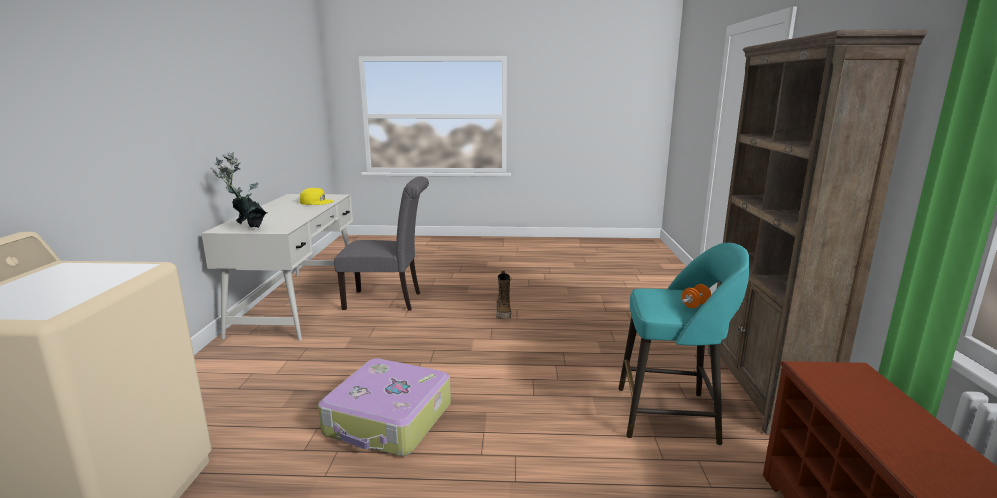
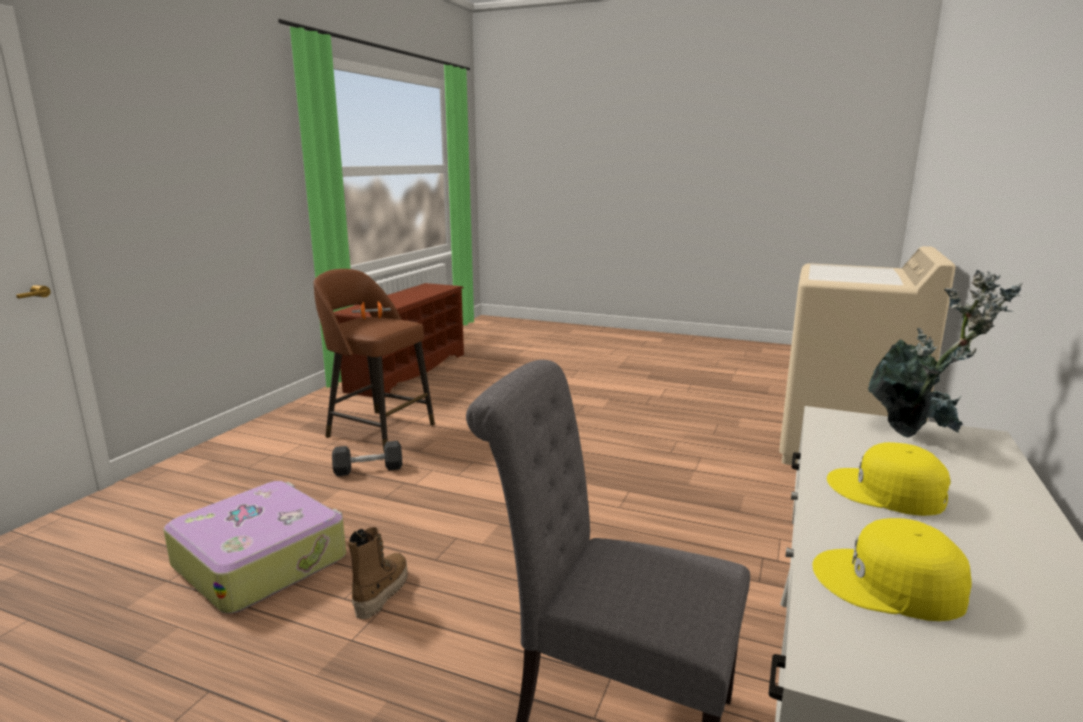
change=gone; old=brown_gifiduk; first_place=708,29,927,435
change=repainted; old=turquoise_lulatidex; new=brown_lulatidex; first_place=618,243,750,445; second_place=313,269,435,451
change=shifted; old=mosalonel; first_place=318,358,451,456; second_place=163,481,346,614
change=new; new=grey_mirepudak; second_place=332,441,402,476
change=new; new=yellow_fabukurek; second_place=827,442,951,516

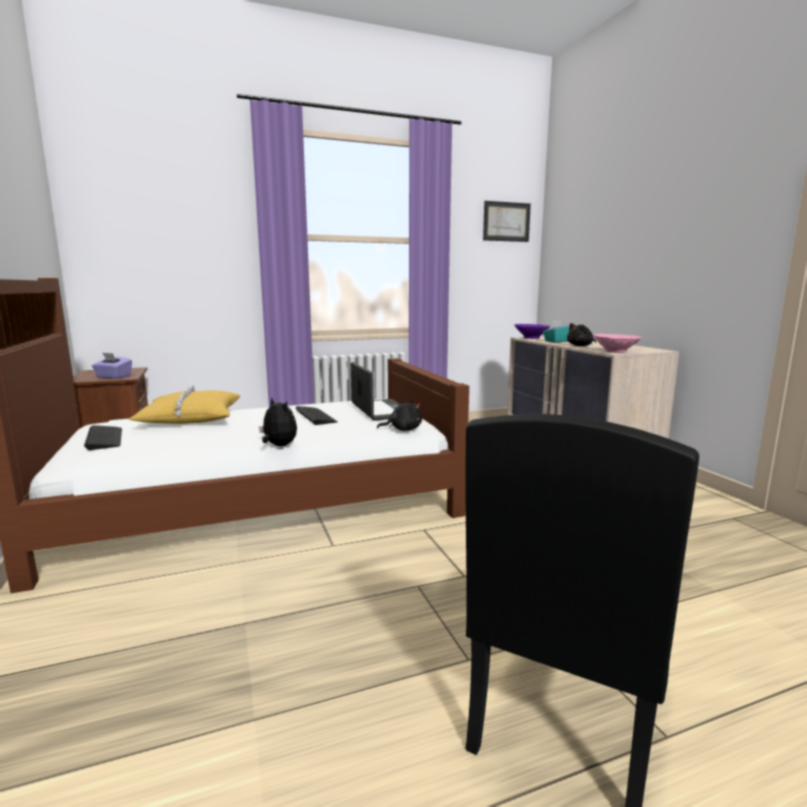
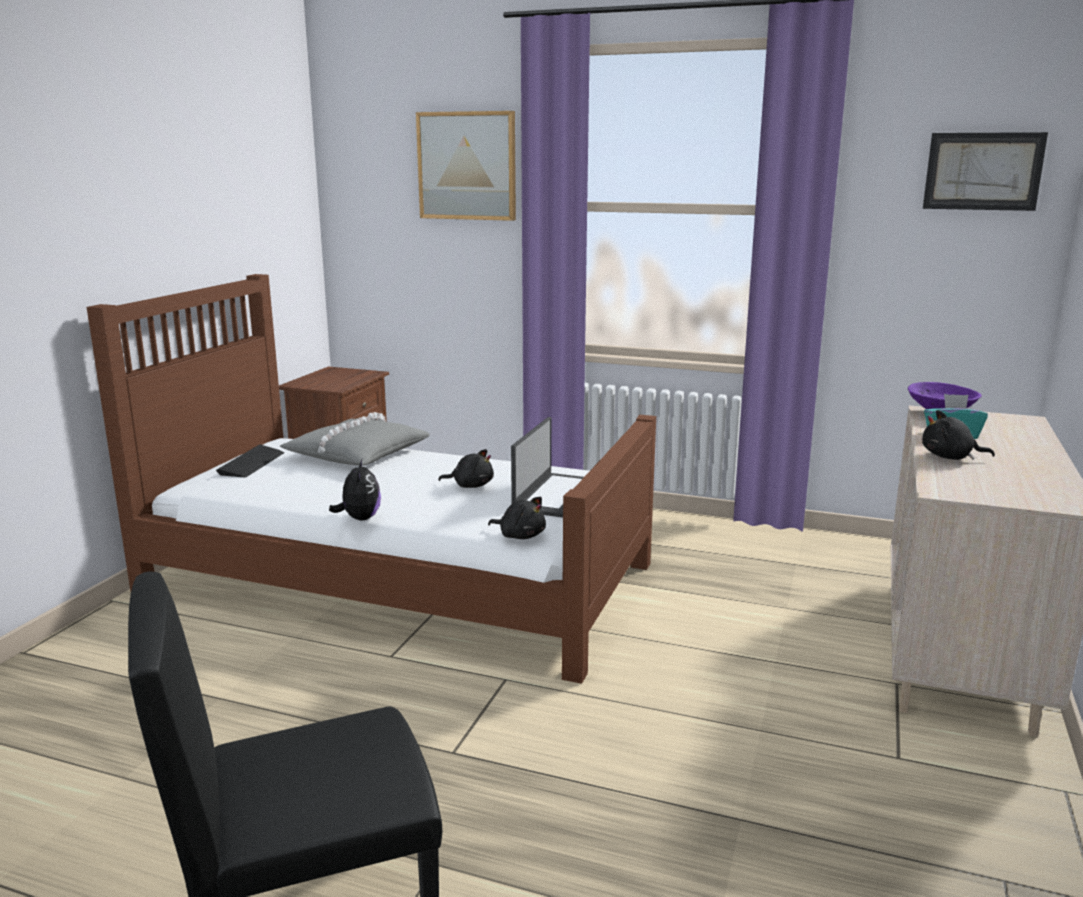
change=gone; old=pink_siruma; first_place=593,334,642,353
change=gone; old=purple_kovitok; first_place=92,352,132,379
change=repainted; old=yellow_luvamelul; new=grey_luvamelul; first_place=129,385,240,424; second_place=280,412,430,465
change=swapped; old=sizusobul; new=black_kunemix; first_place=295,406,338,425; second_place=438,449,494,488
change=new; new=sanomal; second_place=416,111,516,221

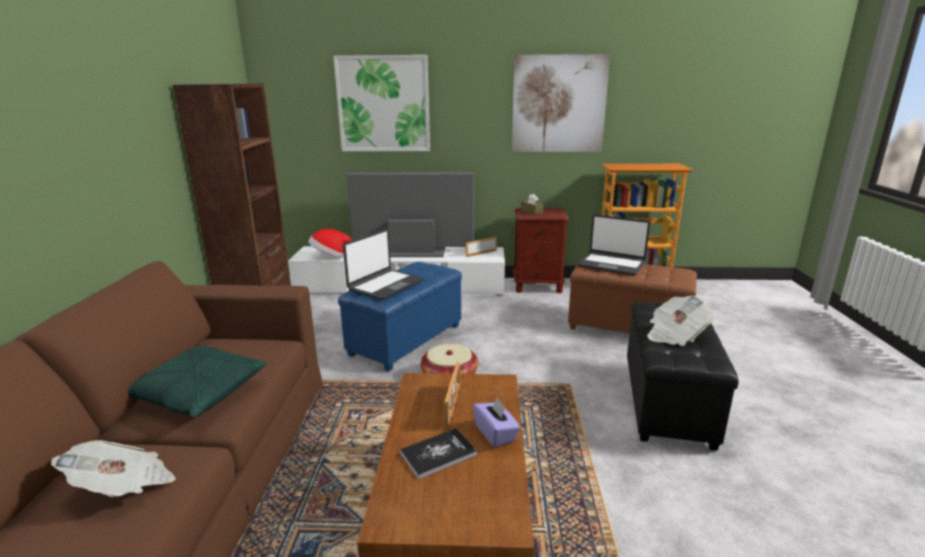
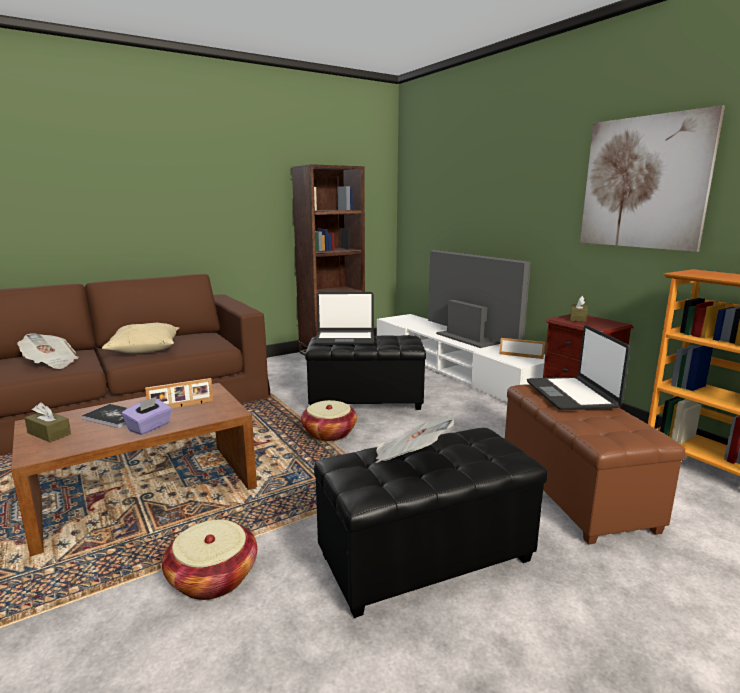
change=gone; old=sanomal; first_place=333,55,430,151
change=gone; old=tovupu; first_place=308,229,352,258
change=repainted; old=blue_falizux; new=black_falizux; first_place=338,262,462,371; second_place=305,335,426,410
change=repainted; old=green_luvamelul; new=beige_luvamelul; first_place=128,346,267,418; second_place=102,323,179,353
change=new; new=brown_kovitok; second_place=25,402,71,442
change=new; new=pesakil; second_place=162,520,257,600

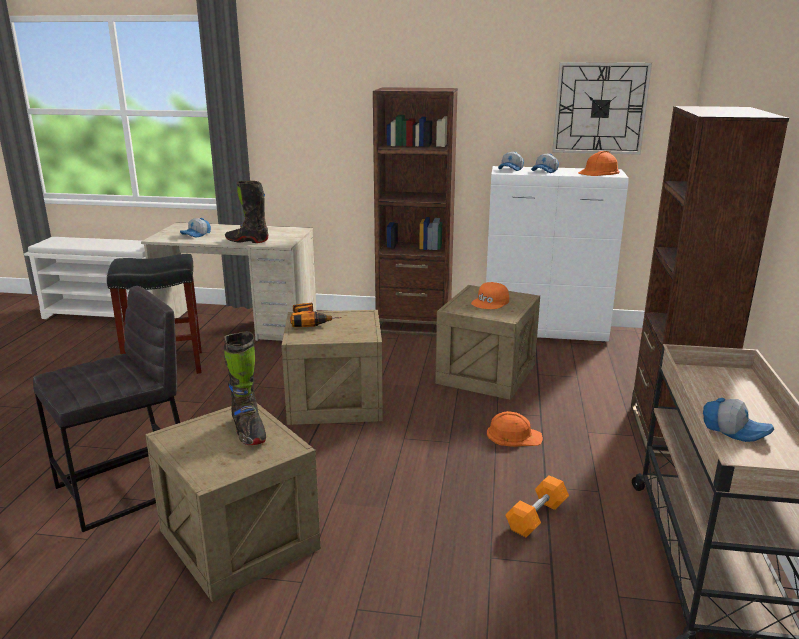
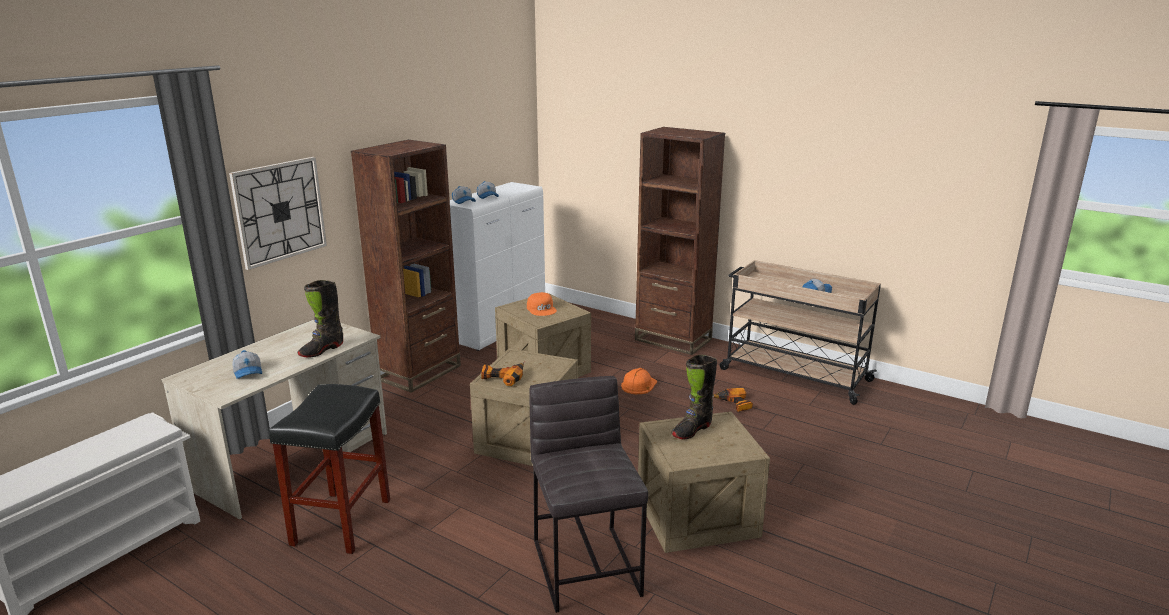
change=shifted; old=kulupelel; first_place=552,62,652,155; second_place=229,157,327,270
change=gone; old=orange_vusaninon; first_place=578,151,620,176
change=rotated; old=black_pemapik; first_place=224,331,266,445; second_place=672,354,717,439; degrees=135
change=swapped; old=orange_mirepudak; new=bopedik; first_place=506,475,569,537; second_place=713,388,753,412

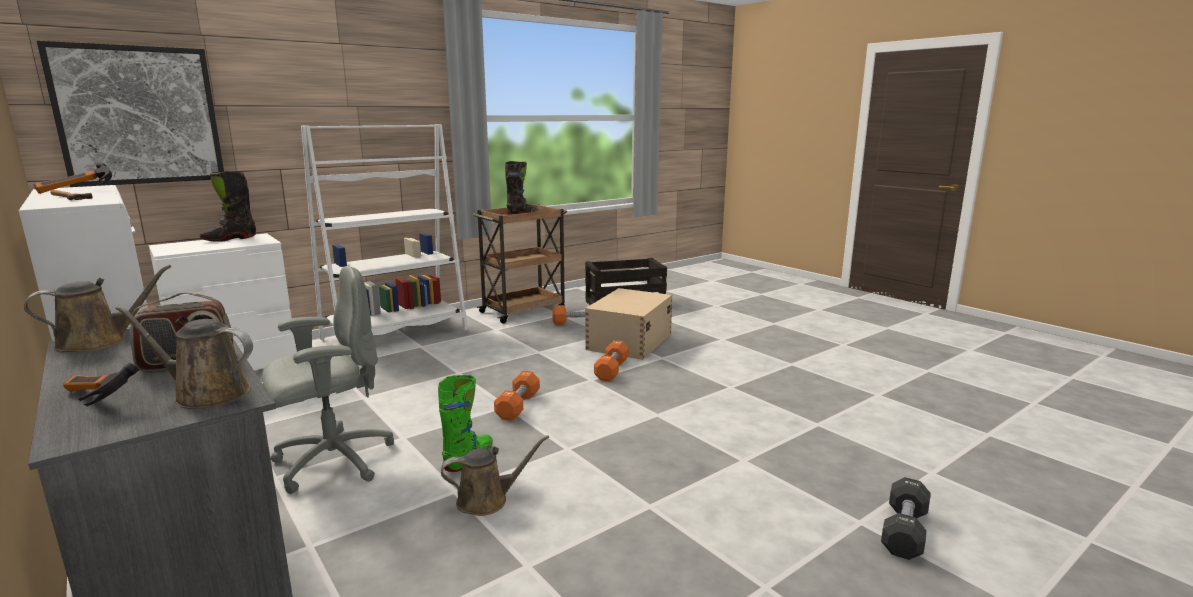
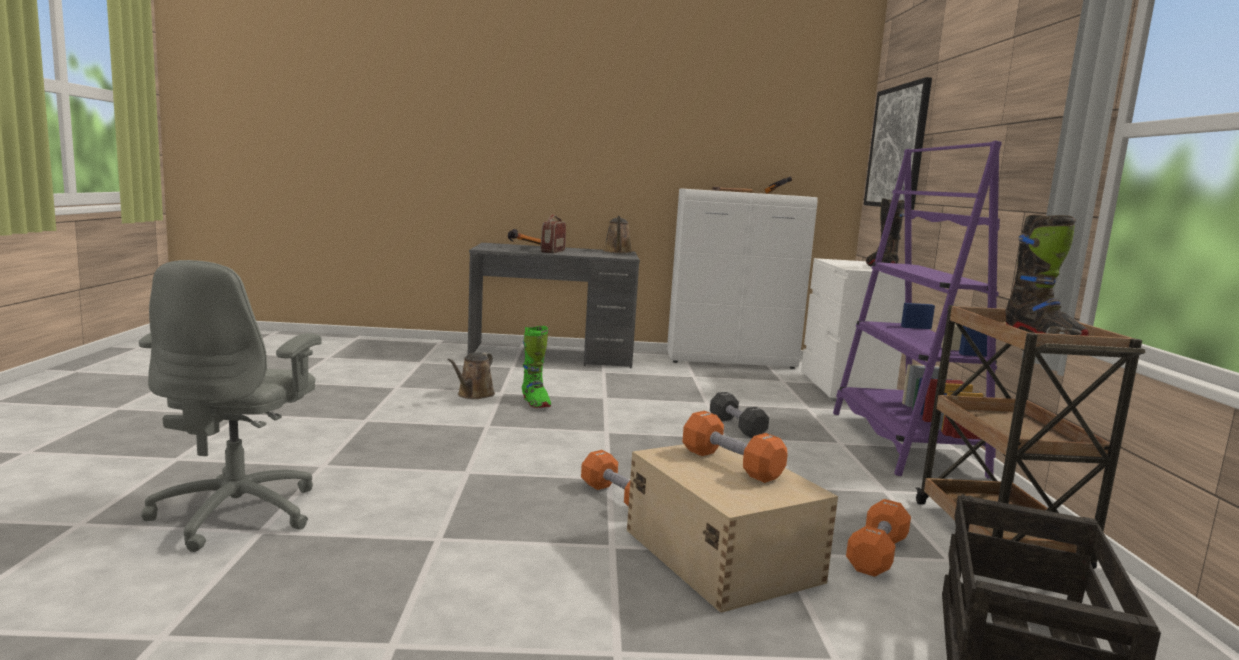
change=repainted; old=white_gifiduk; new=purple_gifiduk; first_place=301,124,467,346; second_place=833,141,1002,478
change=shifted; old=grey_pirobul; first_place=262,266,394,494; second_place=139,260,322,552
change=gone; old=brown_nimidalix; first_place=115,306,253,409
change=shifted; old=orange_mirepudak; first_place=494,371,540,421; second_place=682,411,788,483
change=shifted; old=black_mirepudak; first_place=881,477,931,560; second_place=710,392,769,438

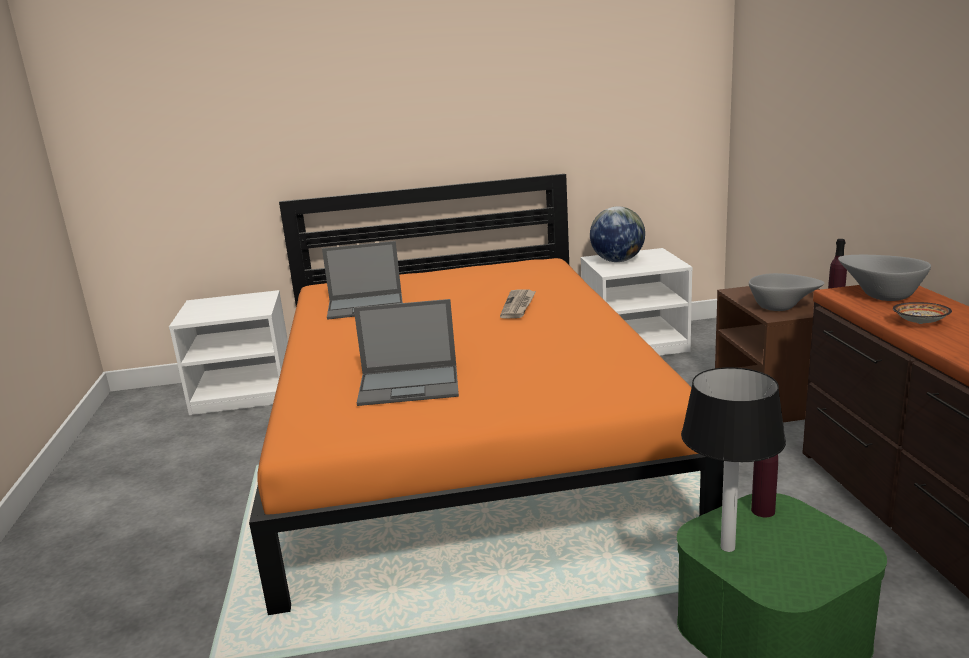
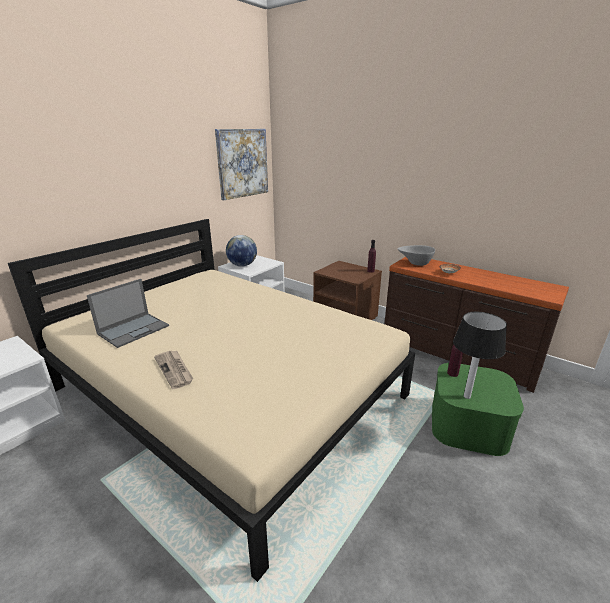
change=repainted; old=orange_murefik; new=beige_murefik; first_place=249,174,724,615; second_place=8,219,415,582
change=gone; old=grey_siruma; first_place=749,273,825,311
change=shifted; old=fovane; first_place=500,289,536,318; second_place=154,351,194,389
change=gone; old=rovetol; first_place=354,299,459,406
change=new; new=sanomal; second_place=215,129,268,200

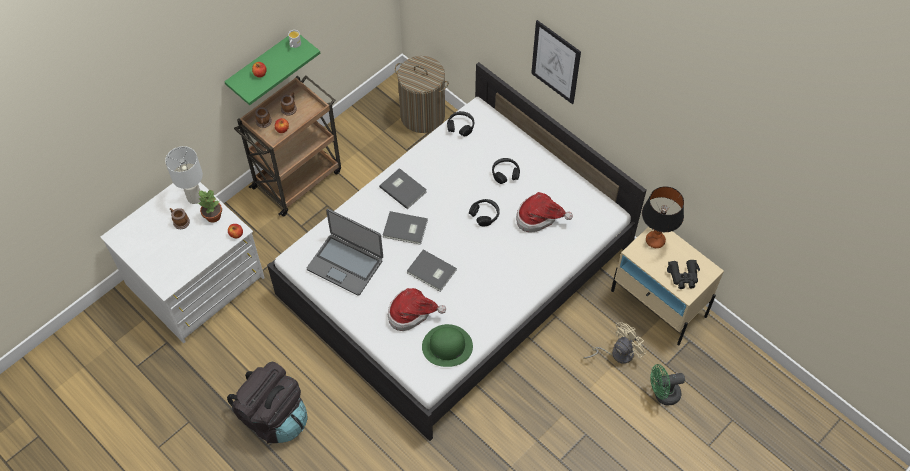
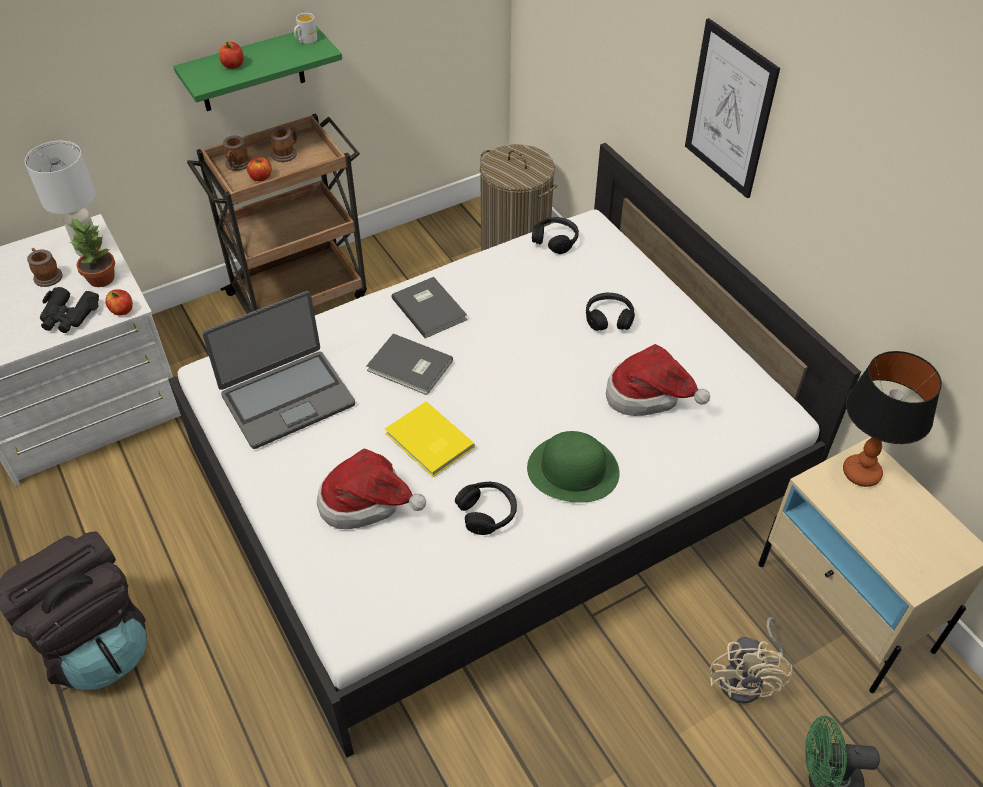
change=shifted; old=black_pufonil; first_place=469,199,500,226; second_place=455,482,517,535
change=rotated; old=rovetol; first_place=307,209,383,296; second_place=203,291,355,449; degrees=-75
change=repainted; old=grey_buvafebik; new=yellow_buvafebik; first_place=407,250,457,292; second_place=385,401,475,478
change=shifted; old=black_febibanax; first_place=667,260,700,289; second_place=40,287,99,333
change=rotated; old=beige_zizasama; first_place=583,322,646,364; second_place=709,617,793,704; degrees=120
change=shifted; old=green_tovupu; first_place=422,324,473,367; second_place=527,431,620,503

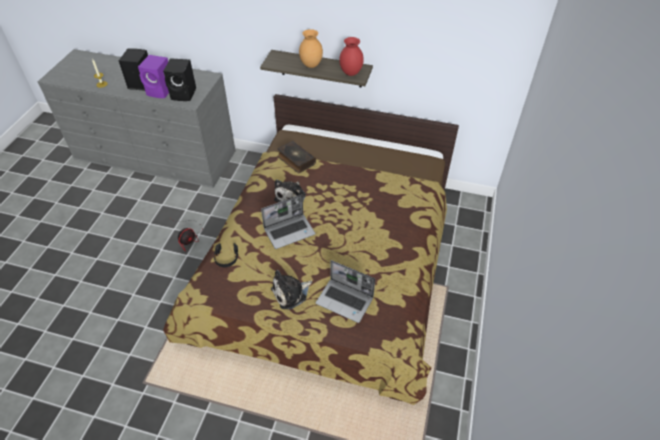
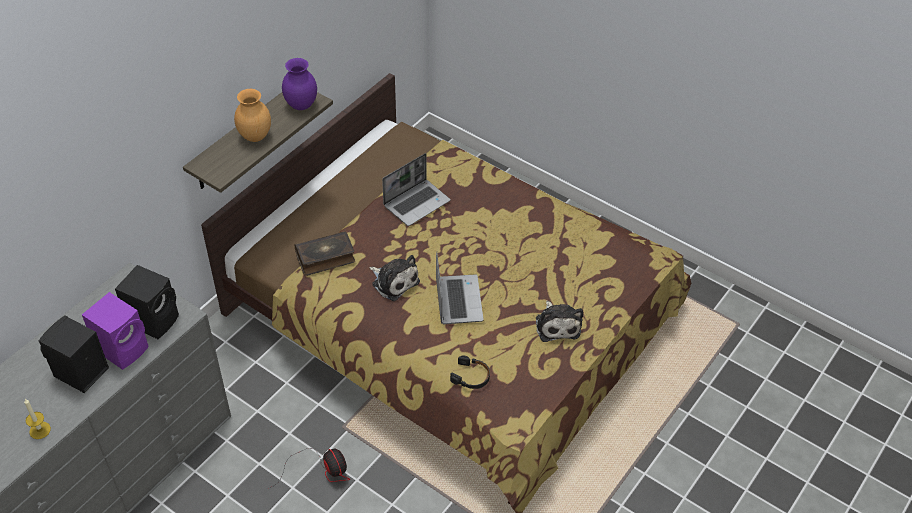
change=repainted; old=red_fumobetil; new=purple_fumobetil; first_place=339,37,364,76; second_place=282,58,317,110
change=shifted; old=rovetol; first_place=316,260,375,323; second_place=382,153,450,226

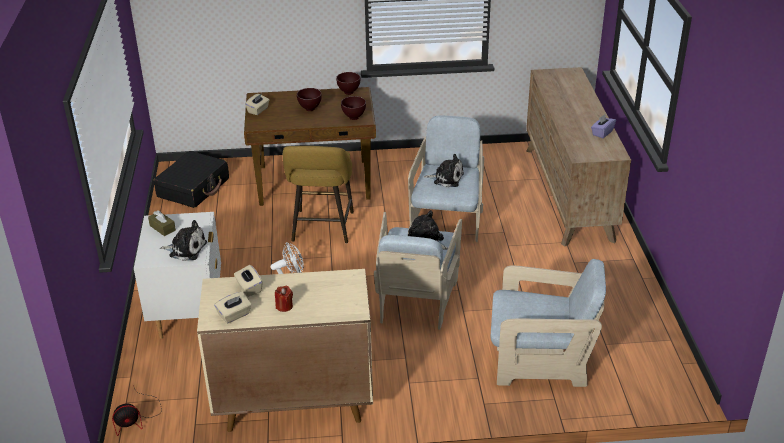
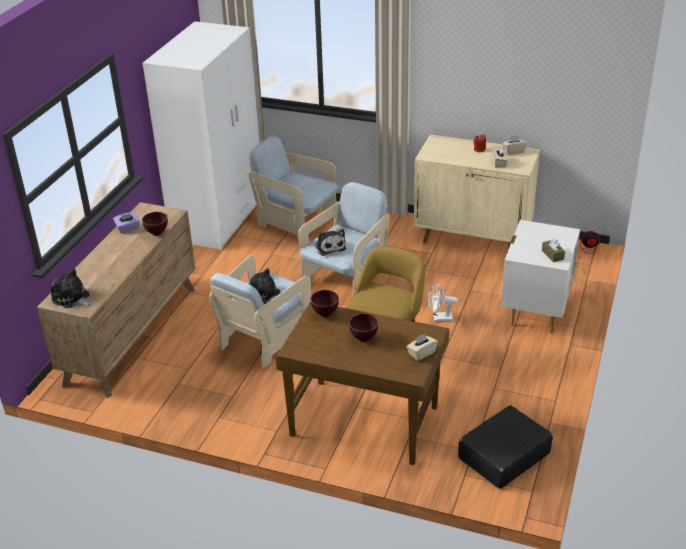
change=shifted; old=brown_siruma; first_place=336,72,360,95; second_place=142,212,168,236
change=shifted; old=kunemix; first_place=160,220,207,261; second_place=50,268,91,308
change=new; new=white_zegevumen; second_place=143,21,260,250

